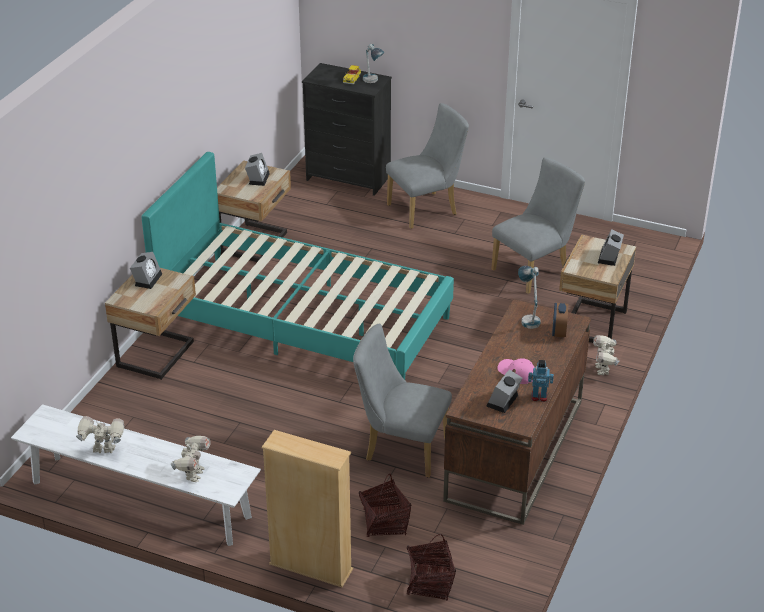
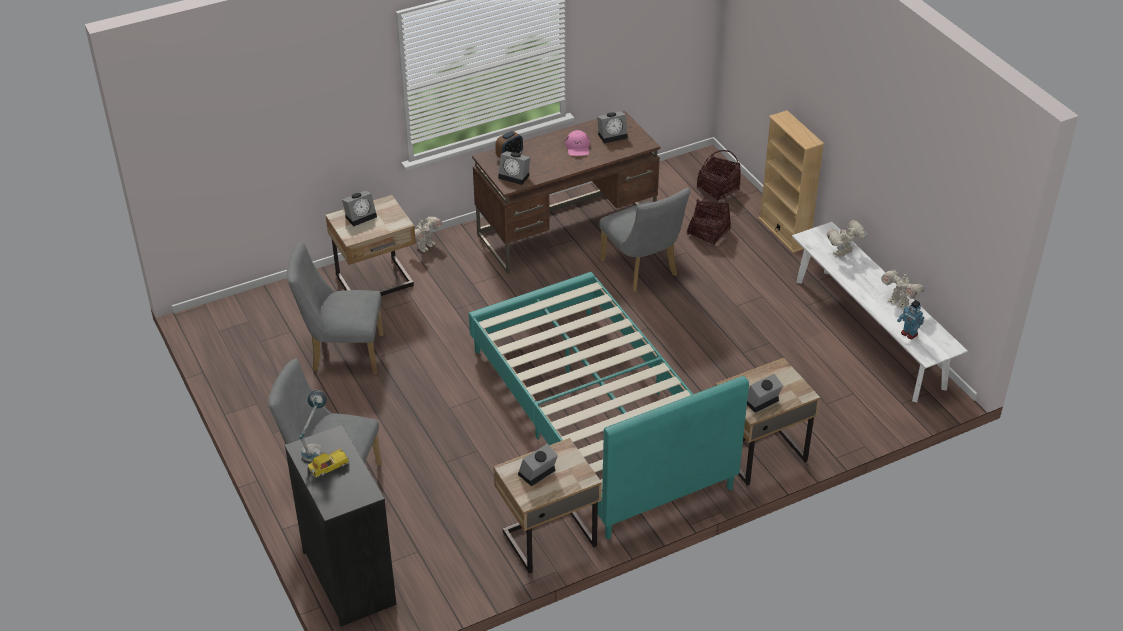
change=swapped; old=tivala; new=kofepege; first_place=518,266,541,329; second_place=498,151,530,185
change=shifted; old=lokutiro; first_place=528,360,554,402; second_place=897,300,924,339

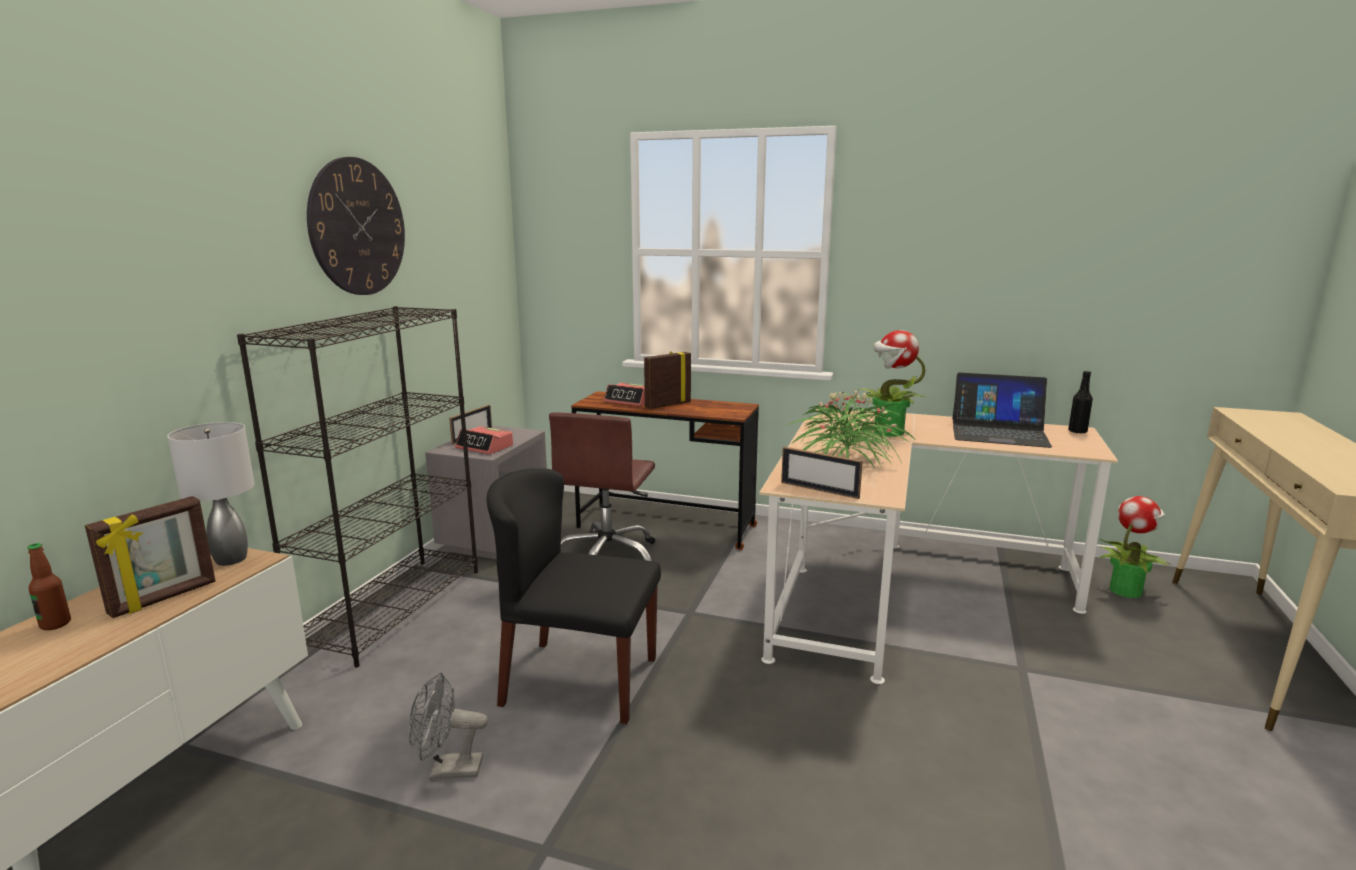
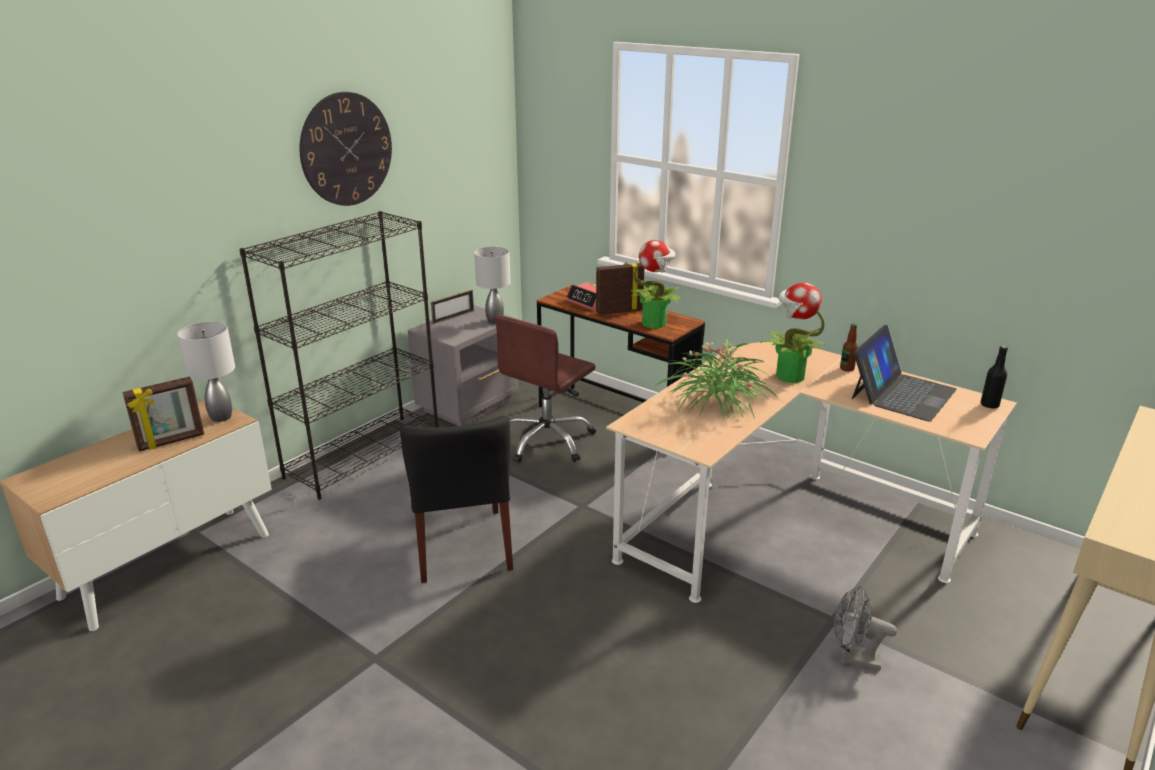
change=rotated; old=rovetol; first_place=952,372,1052,448; second_place=852,325,957,422; degrees=-90
change=gone; old=kofepege; first_place=455,426,513,455
change=gone; old=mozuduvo; first_place=781,447,863,499
change=rotated; old=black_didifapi; first_place=486,468,661,724; second_place=400,415,513,583; degrees=-135
change=shifted; old=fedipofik; first_place=1100,496,1171,598; second_place=630,240,683,328
change=shifted; old=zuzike; first_place=27,543,71,630; second_place=840,323,858,371
change=shifted; old=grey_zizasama; first_place=408,672,488,779; second_place=834,585,897,670
change=new; new=grey_tivala; second_place=474,247,511,324

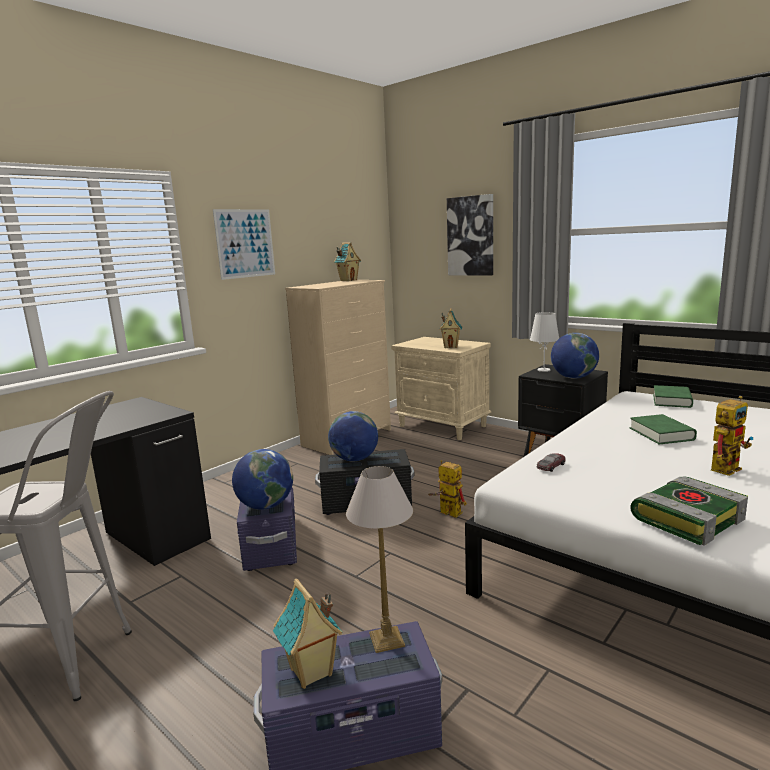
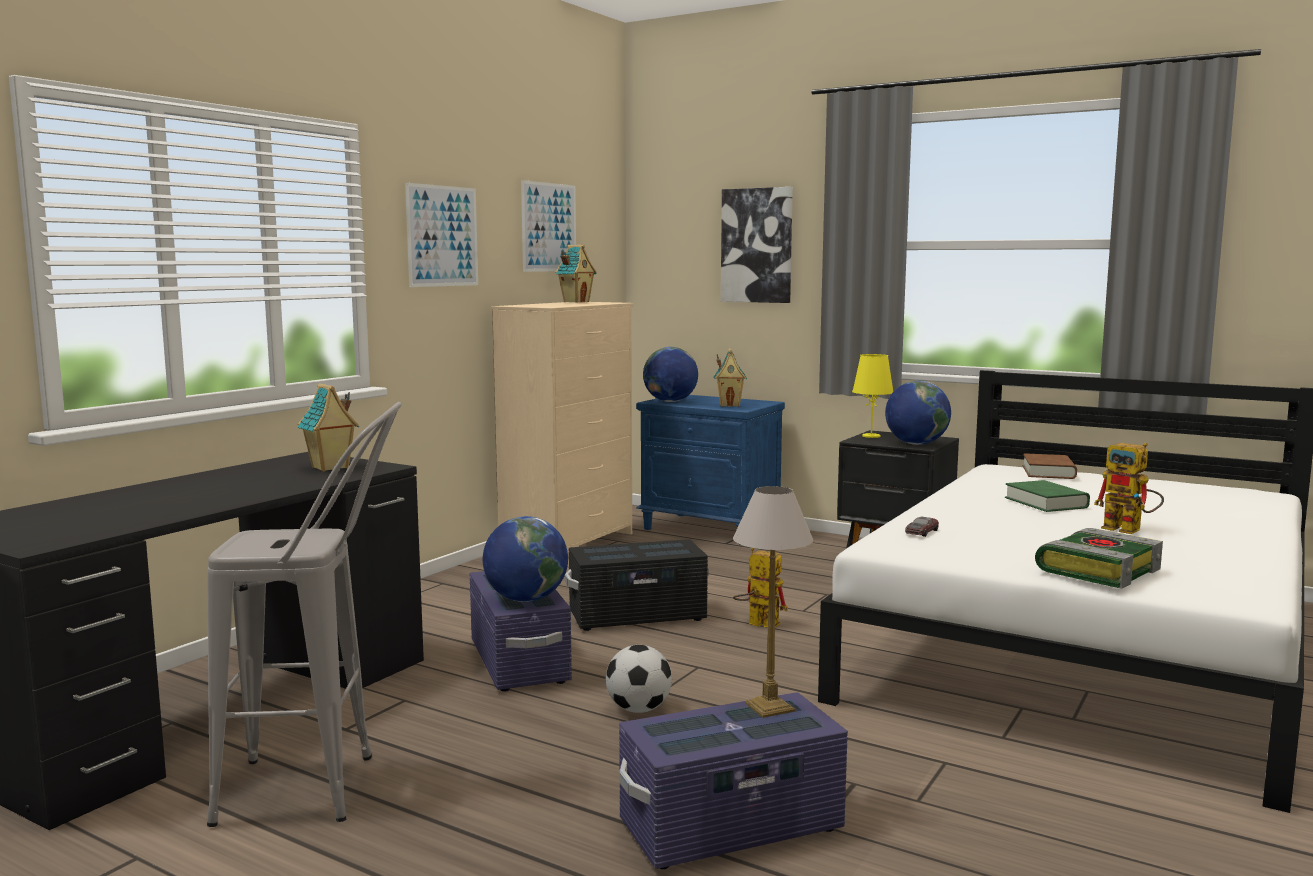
change=repainted; old=white_tivala; new=yellow_tivala; first_place=530,312,559,372; second_place=852,354,894,438
change=repainted; old=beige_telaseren; new=blue_telaseren; first_place=391,337,491,440; second_place=636,395,785,545
change=repainted; old=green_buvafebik; new=brown_buvafebik; first_place=653,385,693,408; second_place=1023,453,1077,479
change=rotated; old=lokutiro; first_place=711,396,754,476; second_place=1094,442,1164,534; degrees=90
change=shifted; old=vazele; first_place=328,411,378,462; second_place=643,347,698,402
change=shifted; old=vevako; first_place=273,578,343,689; second_place=297,383,359,472
change=new; new=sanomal; second_place=521,180,576,272
change=new; new=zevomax; second_place=606,645,672,713

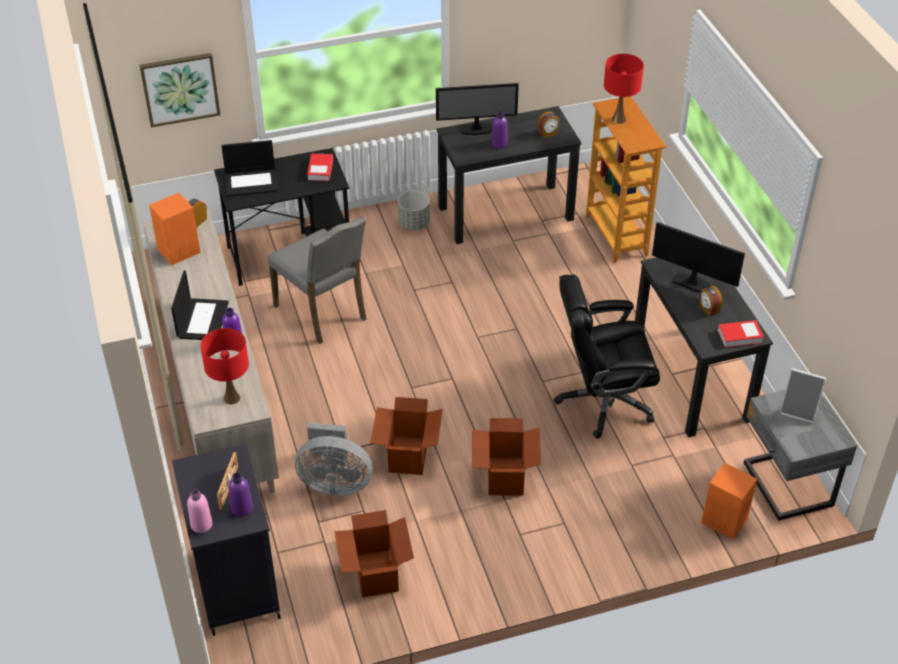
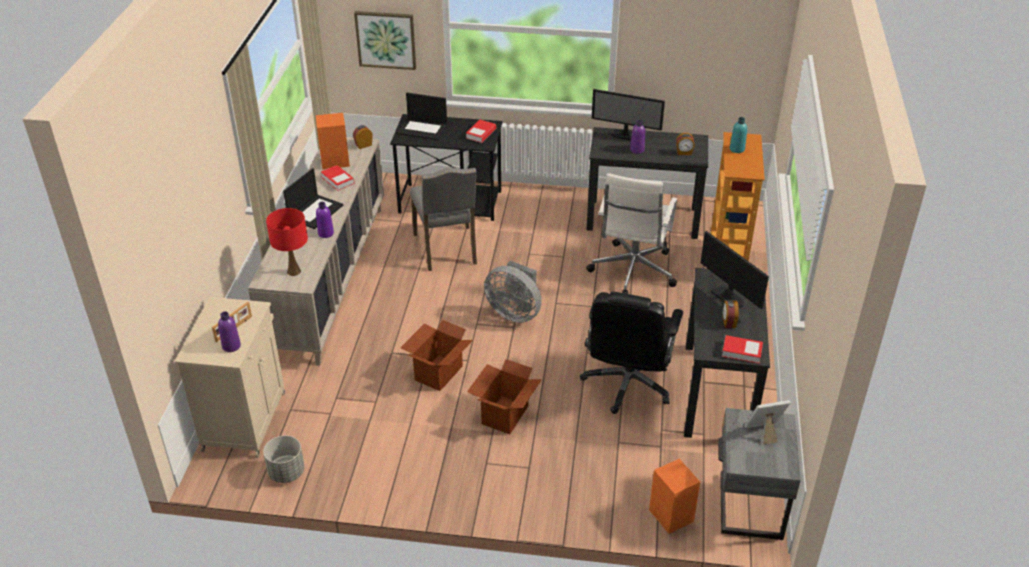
change=swapped; old=red_tivala; new=turquoise_zuzike; first_place=604,54,644,124; second_place=730,117,747,153
change=shifted; old=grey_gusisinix; first_place=398,191,430,230; second_place=263,435,304,483
change=rotated; old=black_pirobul; first_place=554,275,660,439; second_place=580,292,683,414; degrees=-90
change=rotated; old=mozuduvo; first_place=779,368,826,423; second_place=744,400,791,445; degrees=120
change=shifted; old=grey_zizasama; first_place=295,423,373,496; second_place=484,261,542,323
change=repainted; old=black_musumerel; new=beige_musumerel; first_place=172,444,281,636; second_place=174,297,285,458
change=gone; old=pink_zuzike; first_place=187,489,213,533
change=gone; old=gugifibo; first_place=334,510,414,598
change=new; new=buvafebik; second_place=321,165,355,191
change=new; new=white_pirobul; second_place=586,173,677,294

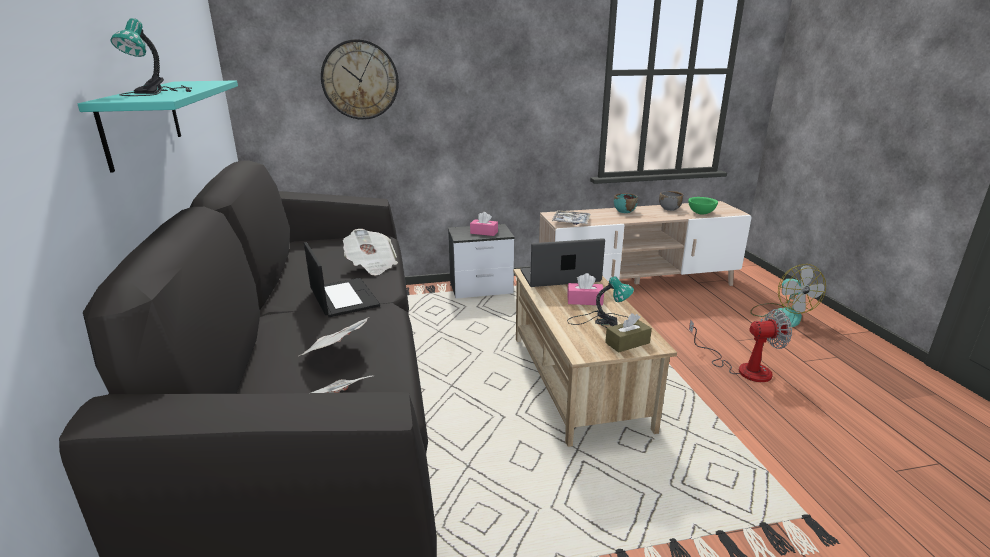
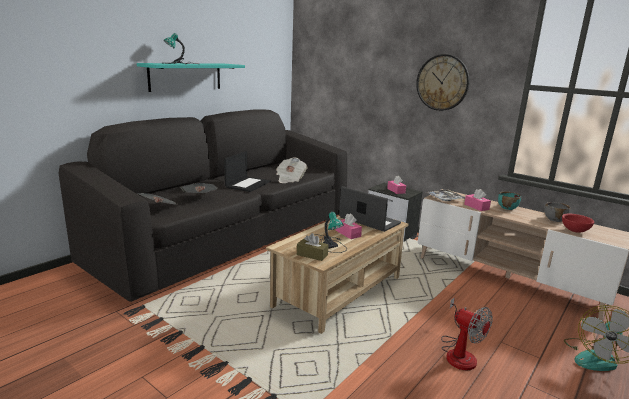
change=shifted; old=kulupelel; first_place=321,39,399,120; second_place=416,54,470,111
change=repainted; old=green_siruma; new=red_siruma; first_place=688,197,718,214; second_place=562,214,594,233
change=new; new=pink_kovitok; second_place=464,189,491,211

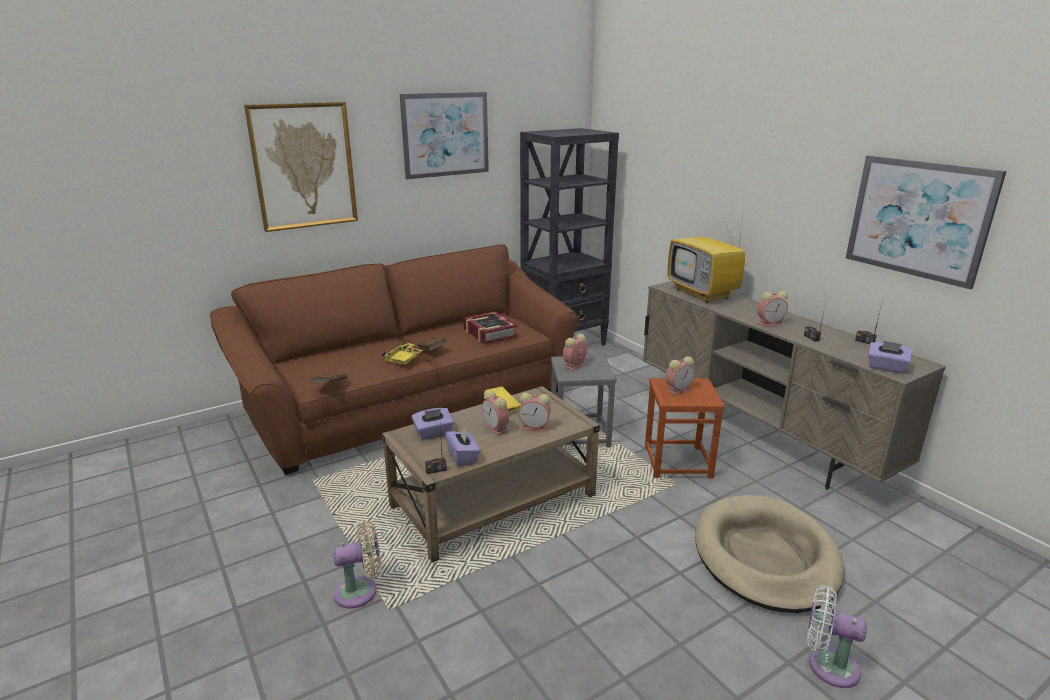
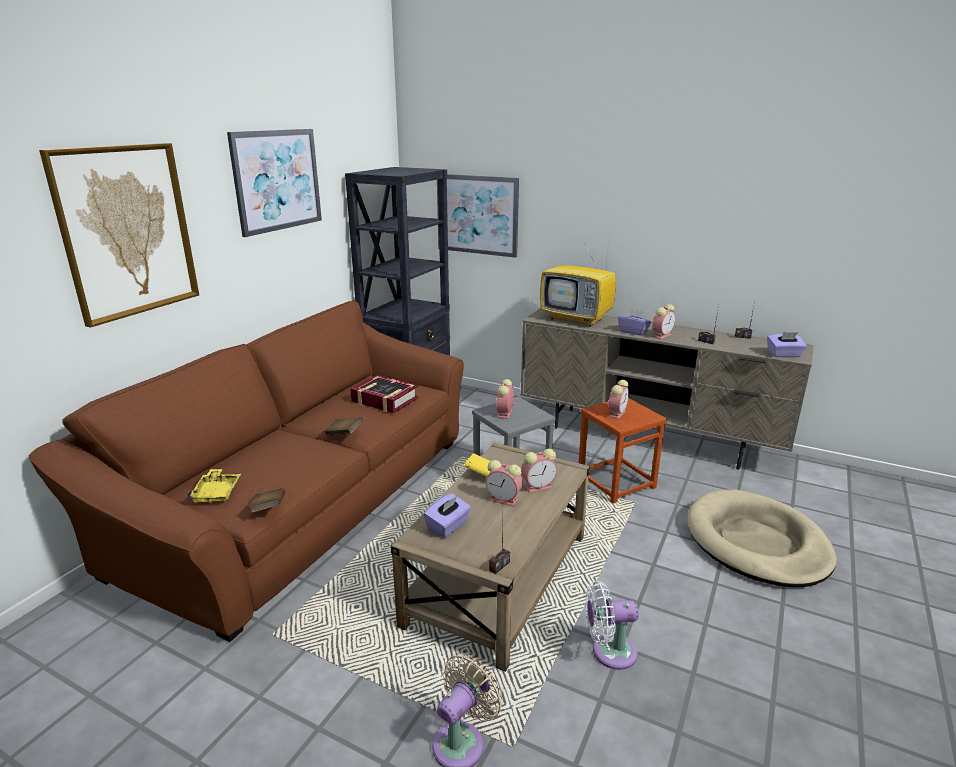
change=shifted; old=sanomal; first_place=846,155,1006,289; second_place=437,174,519,258
change=shifted; old=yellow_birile; first_place=382,343,423,364; second_place=187,469,241,503
change=shifted; old=purple_kovitok; first_place=445,427,480,466; second_place=618,308,652,336
change=shifted; old=white_zizasama; first_place=807,585,867,688; second_place=586,581,638,670

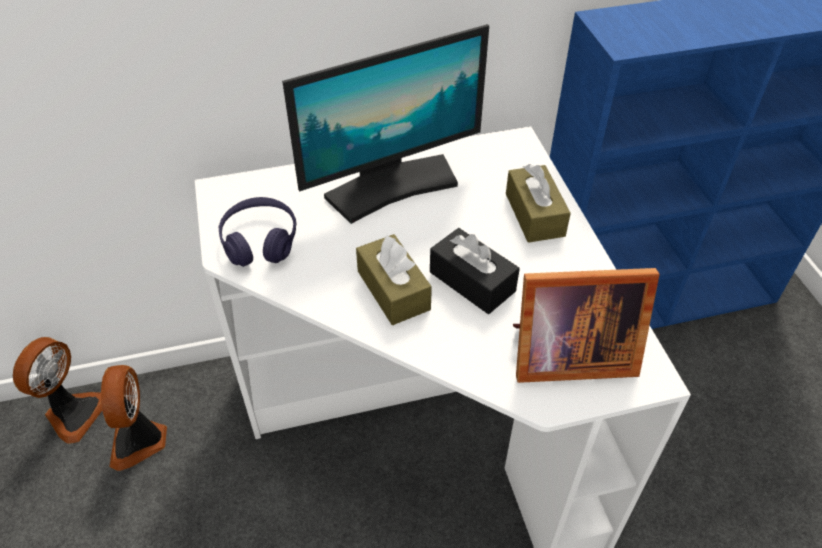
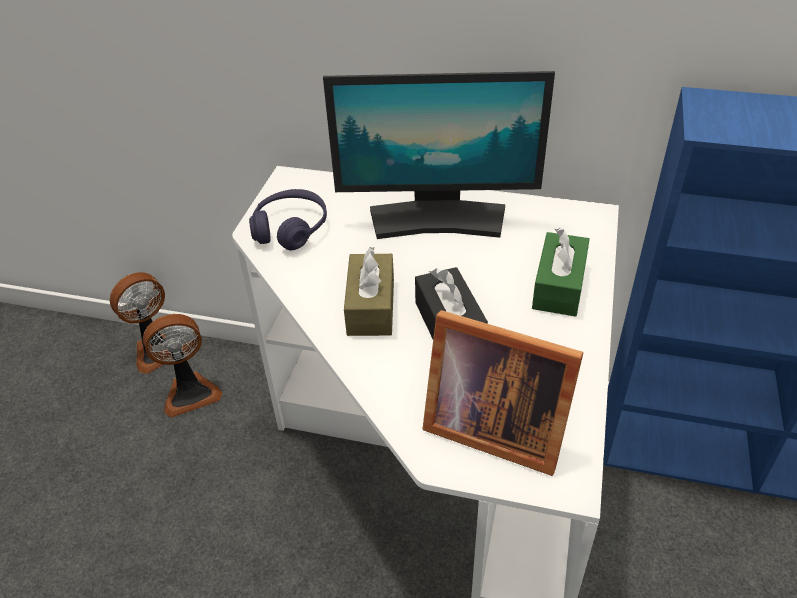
change=repainted; old=brown_kovitok; new=green_kovitok; first_place=506,164,571,243; second_place=532,228,590,317
change=rotated; old=zizasama; first_place=101,365,167,471; second_place=143,314,222,418; degrees=-135

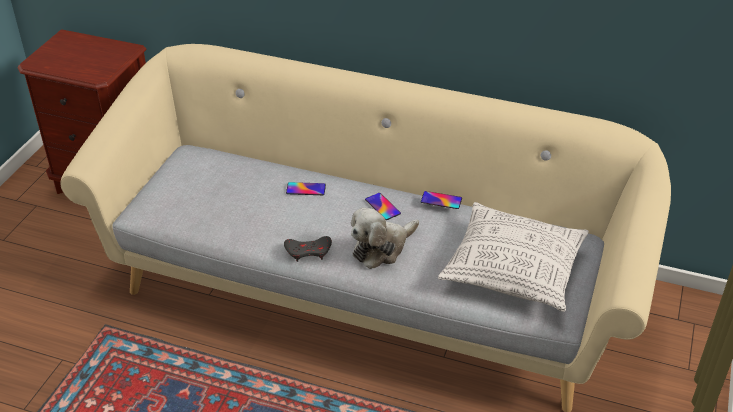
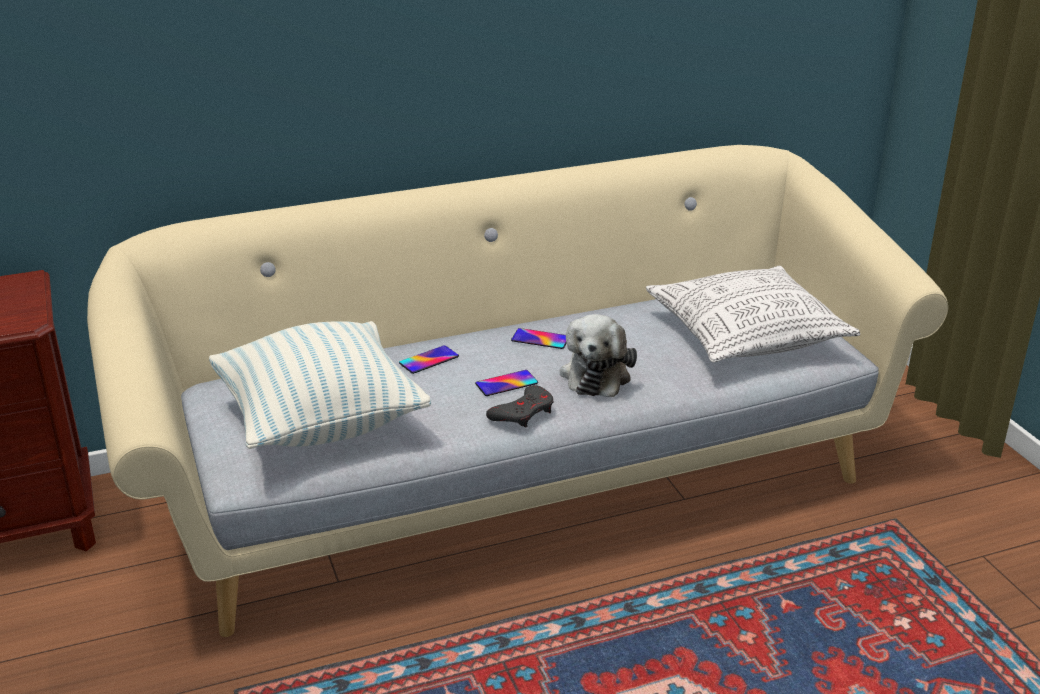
change=shifted; old=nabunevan; first_place=421,191,462,209; second_place=475,370,538,396
change=new; new=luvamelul; second_place=209,321,431,449

